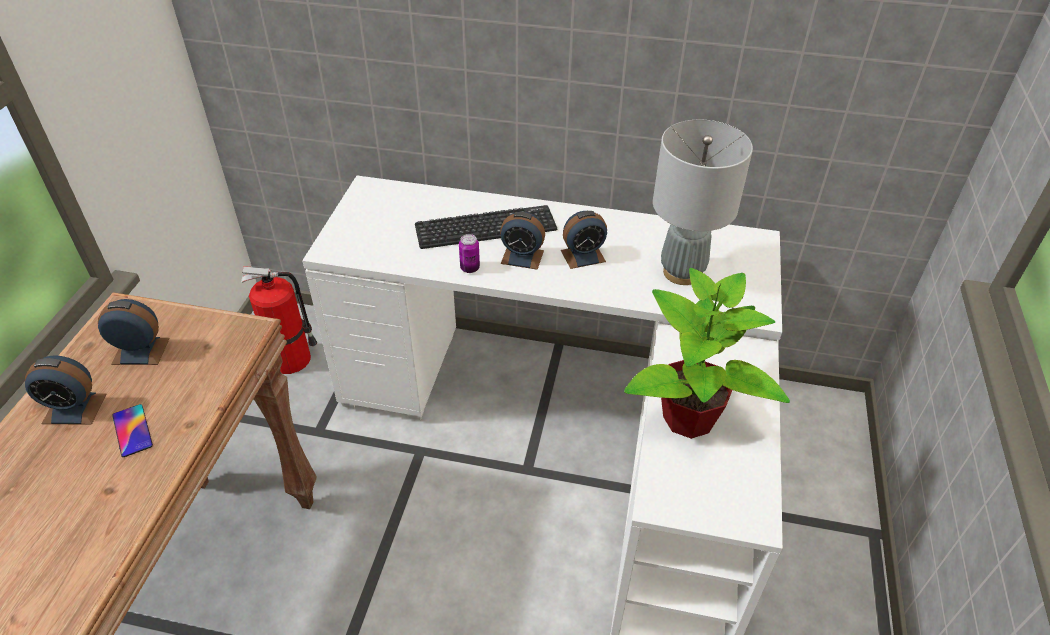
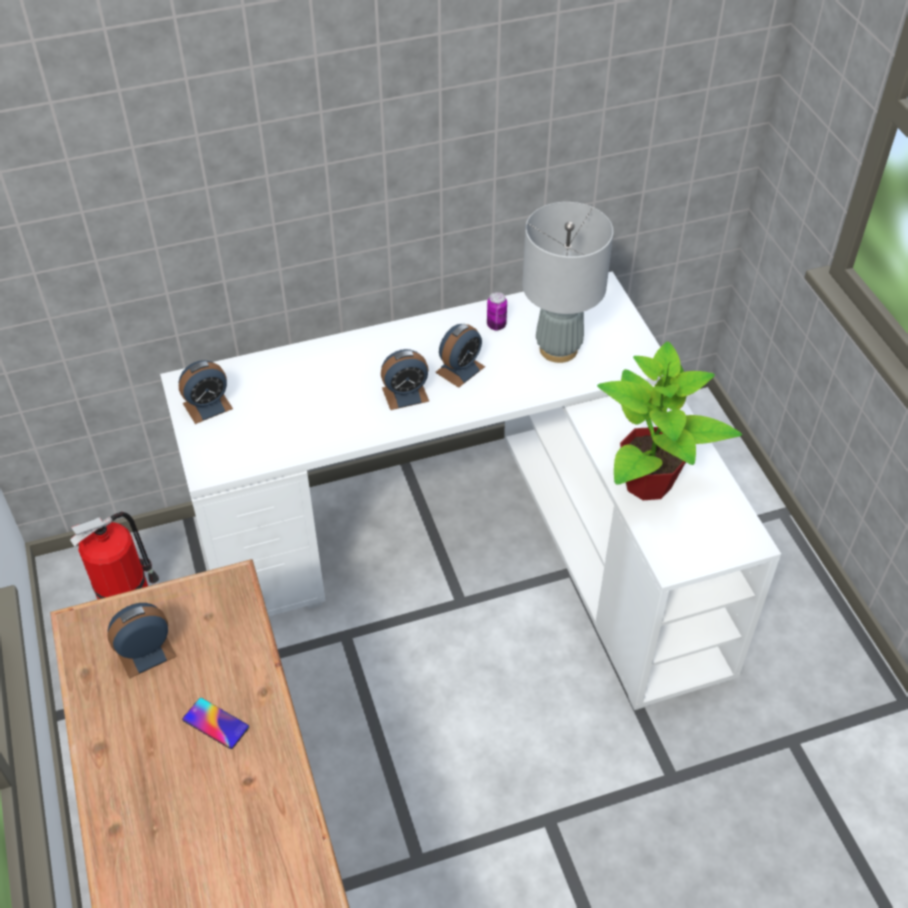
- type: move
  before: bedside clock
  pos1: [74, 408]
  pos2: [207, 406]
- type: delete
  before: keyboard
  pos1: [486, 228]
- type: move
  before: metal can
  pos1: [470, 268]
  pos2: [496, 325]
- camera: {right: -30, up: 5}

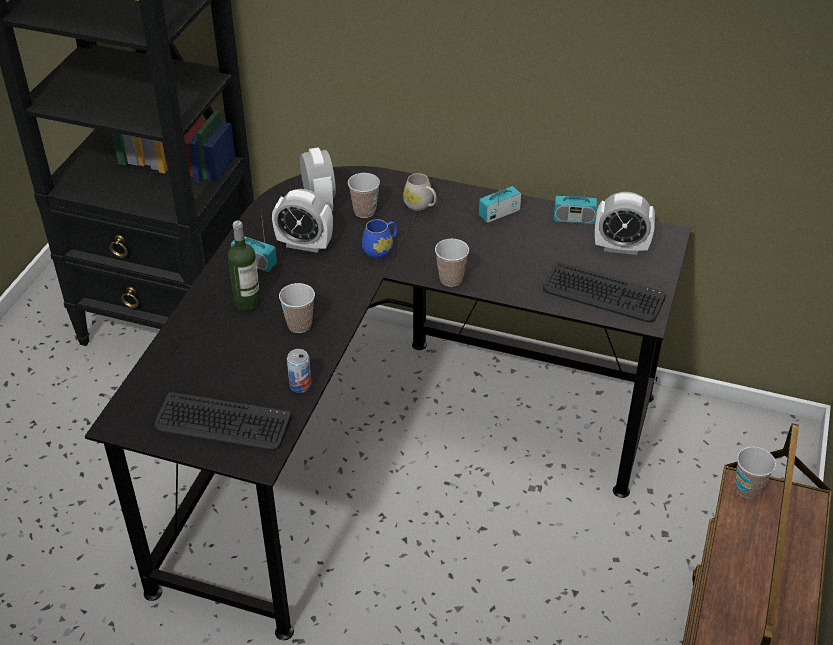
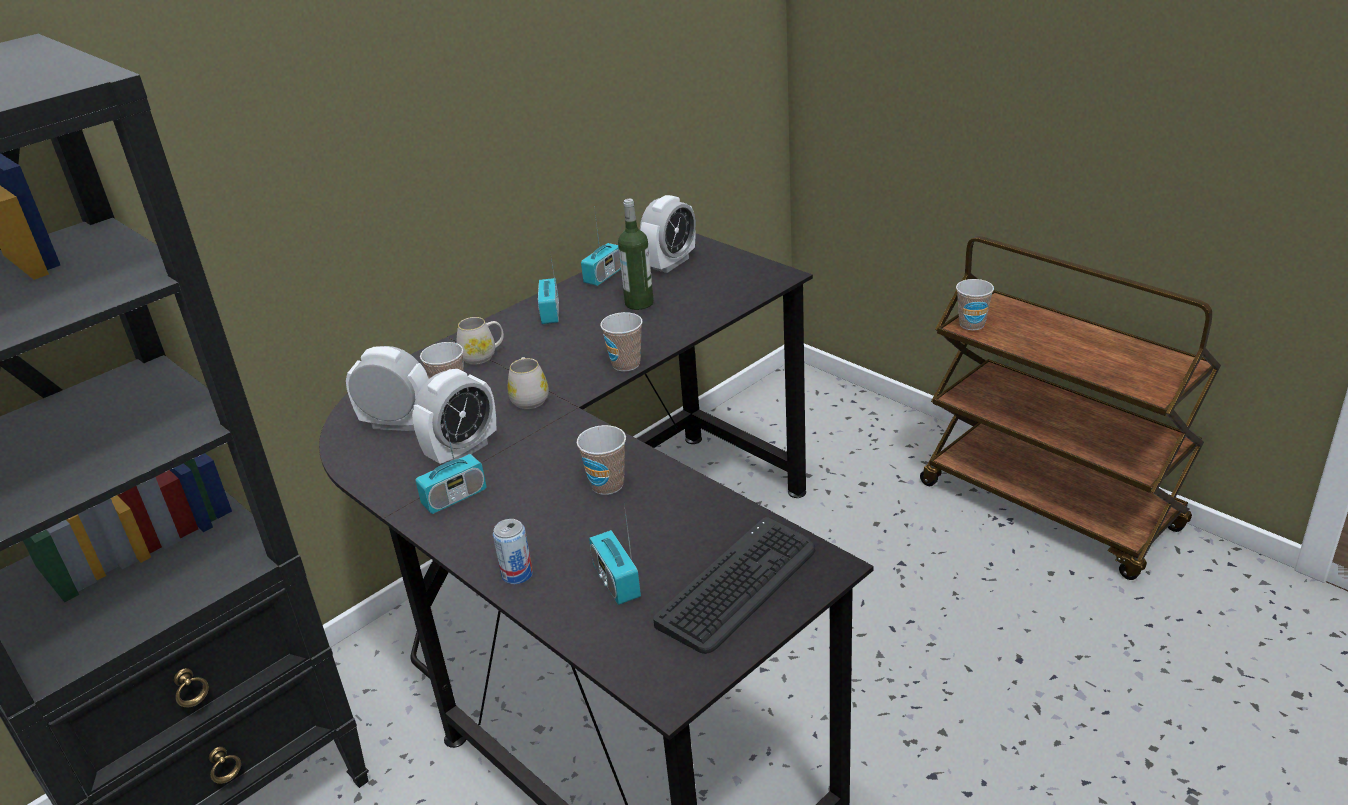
- type: move
  before: beverage bottle
  pos1: [247, 302]
  pos2: [639, 303]
- type: move
  before: metal can
  pos1: [300, 385]
  pos2: [517, 574]
- type: recolor
  before: bluish coffee mug
  after: white-coloured coffee mug
  pos1: [381, 249]
  pos2: [529, 398]
- type: delete
  before: keyboard
  pos1: [603, 294]
- type: insert
  after: radio set
  pos2: [616, 582]
- camera: {right: -60, up: -10}

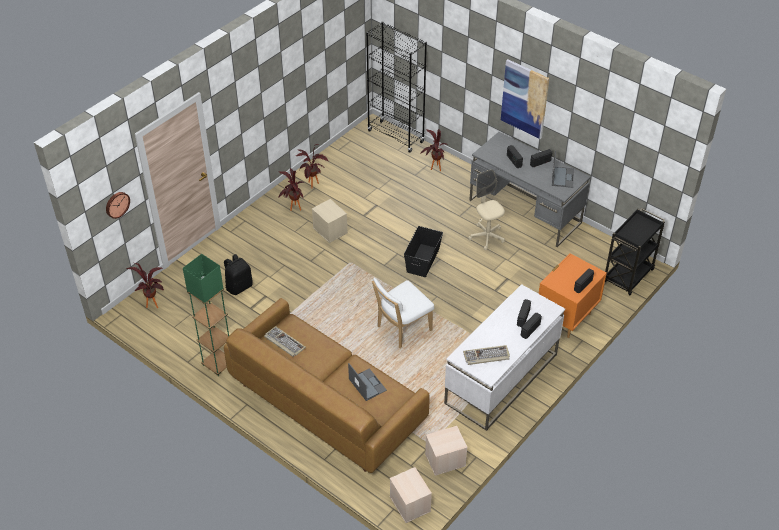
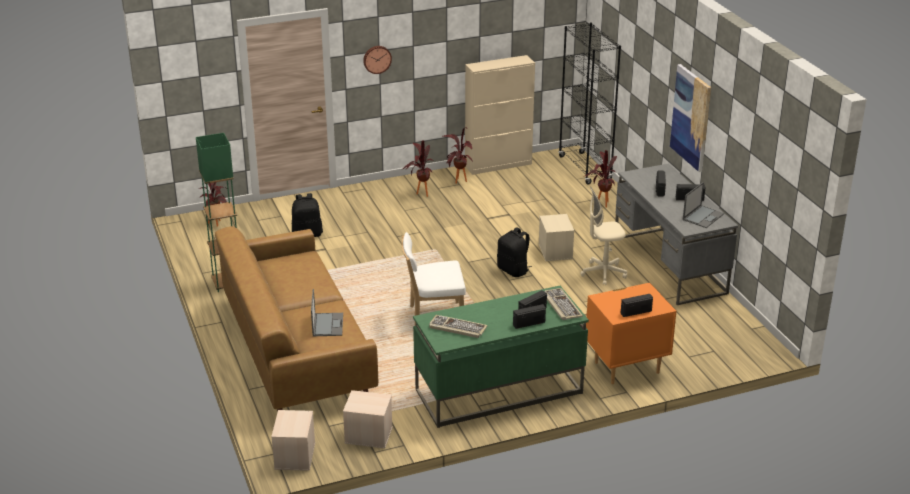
- type: move
  before: clock on the wall
  pos1: [117, 204]
  pos2: [377, 59]
- type: move
  before: keyboard
  pos1: [284, 342]
  pos2: [561, 305]
- type: move
  before: beige storage container
  pos1: [330, 230]
  pos2: [556, 251]
- type: replace
  before: black-coloured storage container
  after: black-coloured rucksack
  pos1: [423, 260]
  pos2: [513, 270]
- type: recolor
  before: white-coloured desk
  after: green-coloured desk
  pos1: [501, 379]
  pos2: [498, 392]
- type: rotate
  before: beige office chair
  pos1: [486, 237]
  pos2: [603, 273]
  turn: -105
- type: delete
  before: black-coloured wheeled cart
  pos1: [628, 276]
- type: insert
  after: beige storage cabinet
  pos2: [498, 165]
- camera: {right: 30, up: -15}

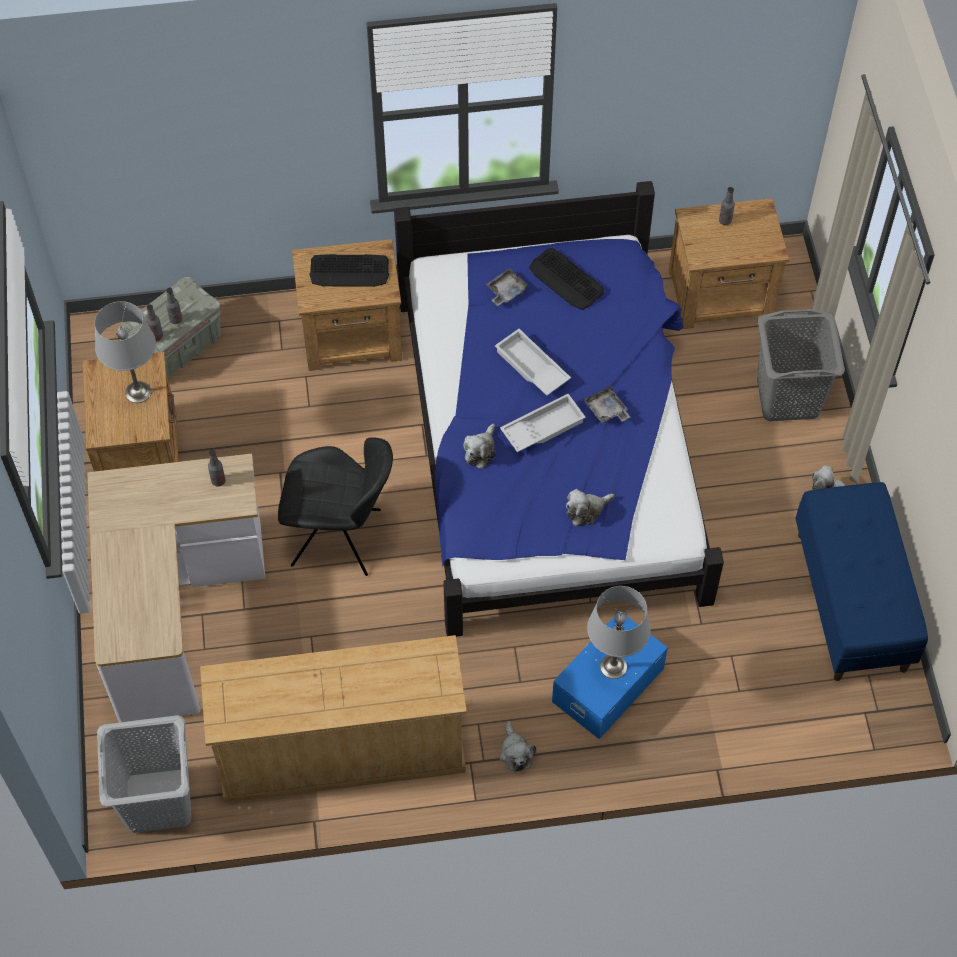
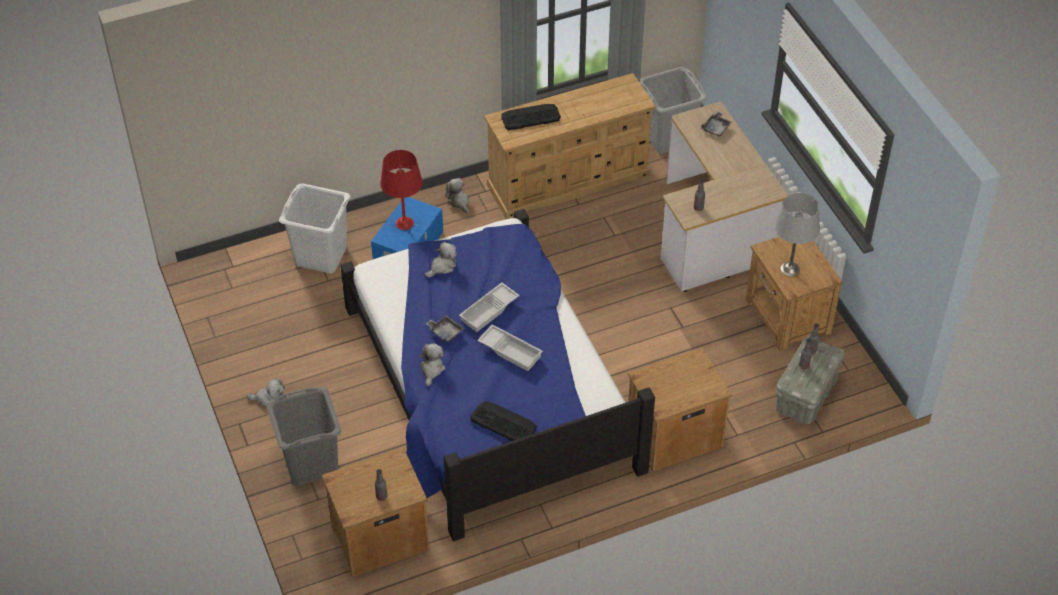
- type: delete
  before: black-coloured chair
  pos1: [340, 538]
- type: move
  before: keyboard
  pos1: [349, 271]
  pos2: [530, 117]
- type: move
  before: soft toy
  pos1: [480, 451]
  pos2: [432, 369]
- type: move
  before: gray carrying tray
  pos1: [506, 291]
  pos2: [716, 128]
- type: recolor
  before: gray table lamp
  after: red table lamp
  pos1: [613, 667]
  pos2: [404, 223]
- type: delete
  before: bluish bench
  pos1: [852, 601]
- type: insert
  after: white-coloured laundry basket
  pos2: [321, 255]
- camera: {right: 165, up: -10}

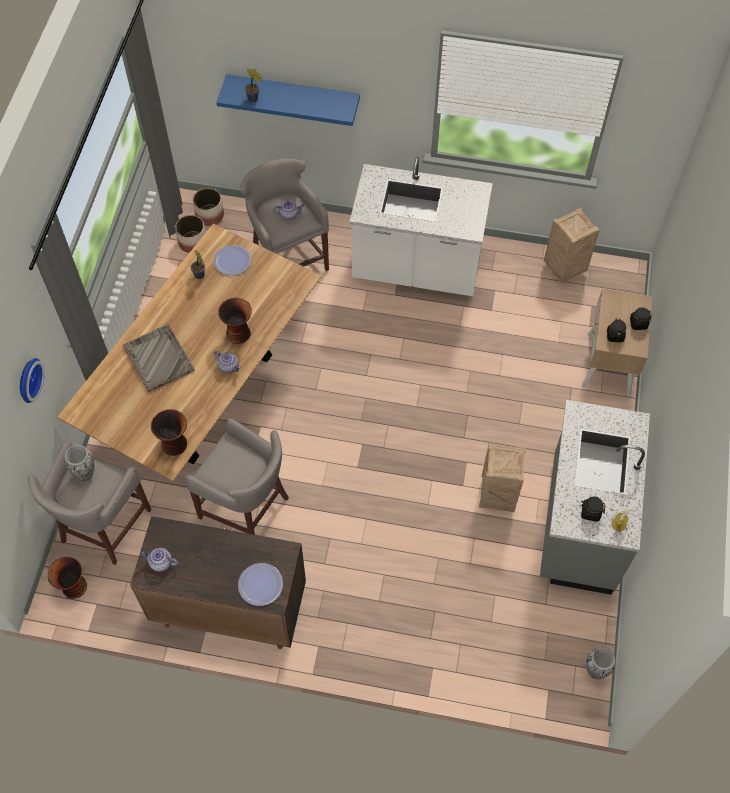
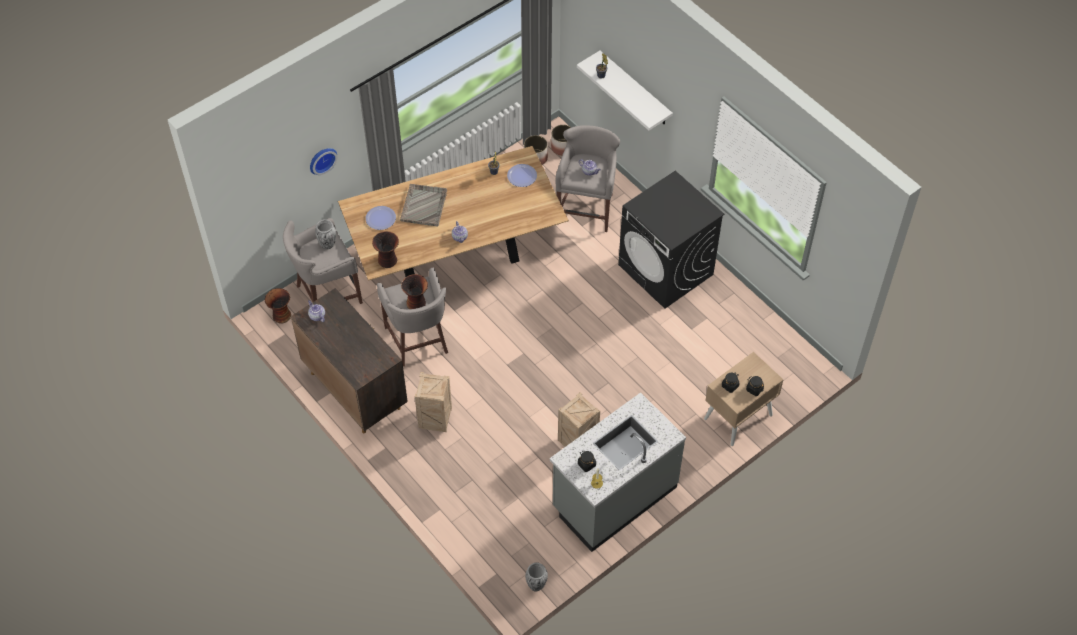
- type: recolor
  before: bluish wall shelf
  after: white-coloured wall shelf
  pos1: [293, 95]
  pos2: [635, 89]
- type: move
  before: flower vase
  pos1: [239, 333]
  pos2: [417, 303]
- type: move
  before: plate
  pos1: [260, 585]
  pos2: [380, 218]
- type: replace
  before: white-coloured kitchen counter
  after: black-coloured laundry machine
  pos1: [416, 270]
  pos2: [666, 270]
- type: move
  before: shipping crate
  pos1: [565, 269]
  pos2: [435, 421]
- camera: {right: 40, up: -5}

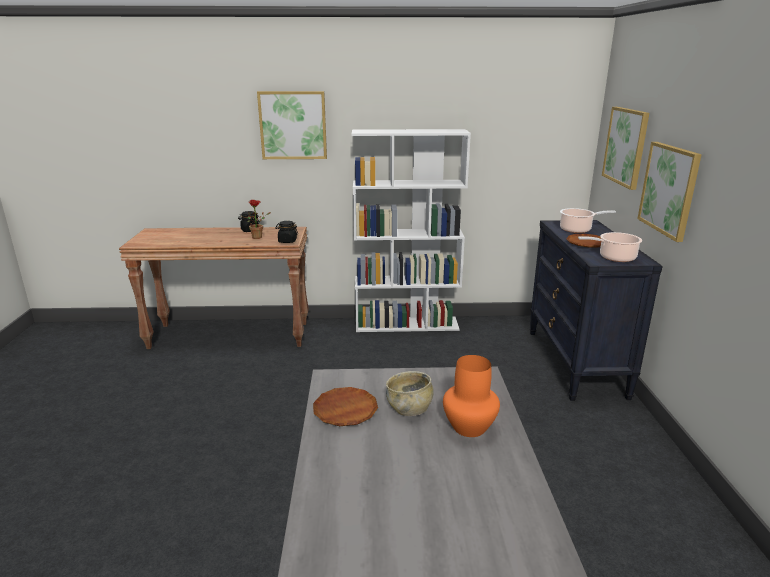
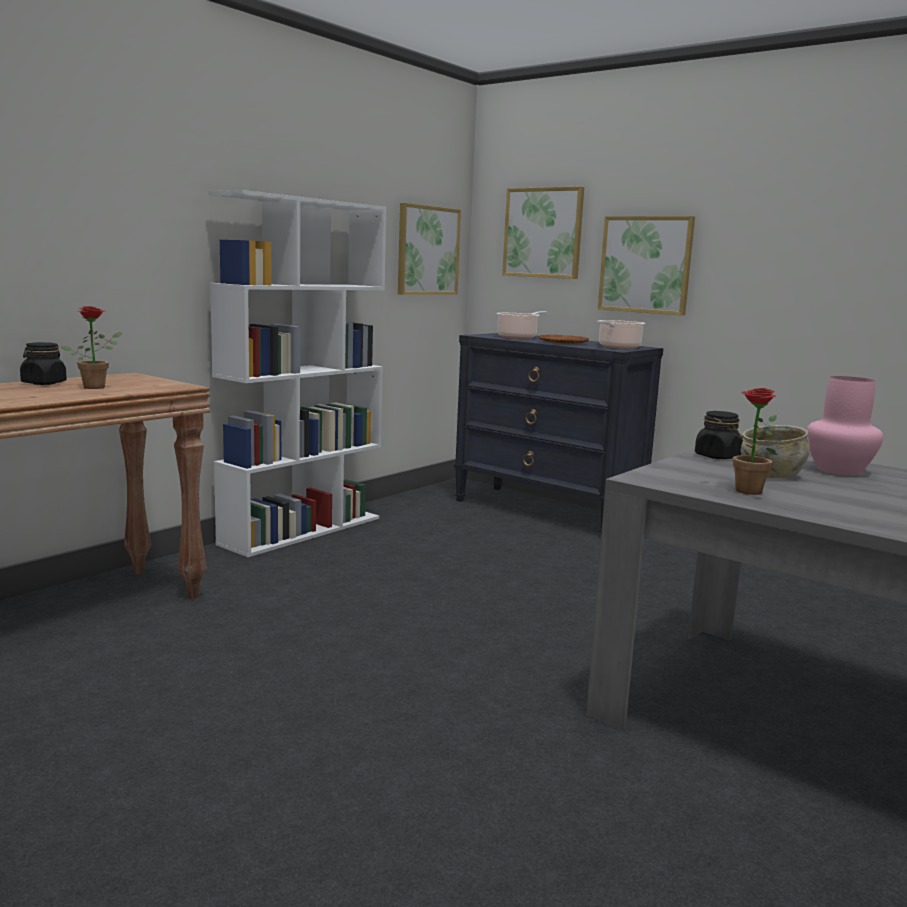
- type: move
  before: wall picture
  pos1: [293, 125]
  pos2: [427, 250]
- type: move
  before: black-coloured jar
  pos1: [287, 241]
  pos2: [717, 456]
- type: replace
  before: brownish plate
  after: plant in a pot
  pos1: [345, 410]
  pos2: [742, 490]
- type: recolor
  before: orange flower vase
  after: pinkish flower vase
  pos1: [468, 427]
  pos2: [837, 470]
- camera: {right: -50, up: -10}

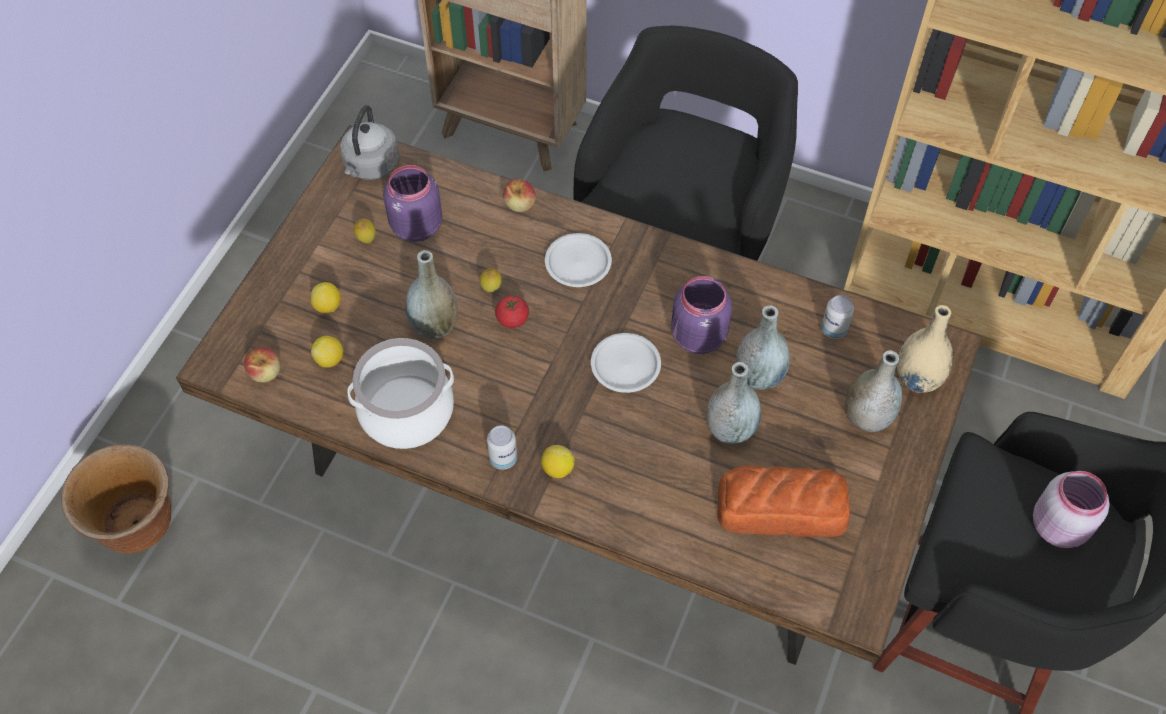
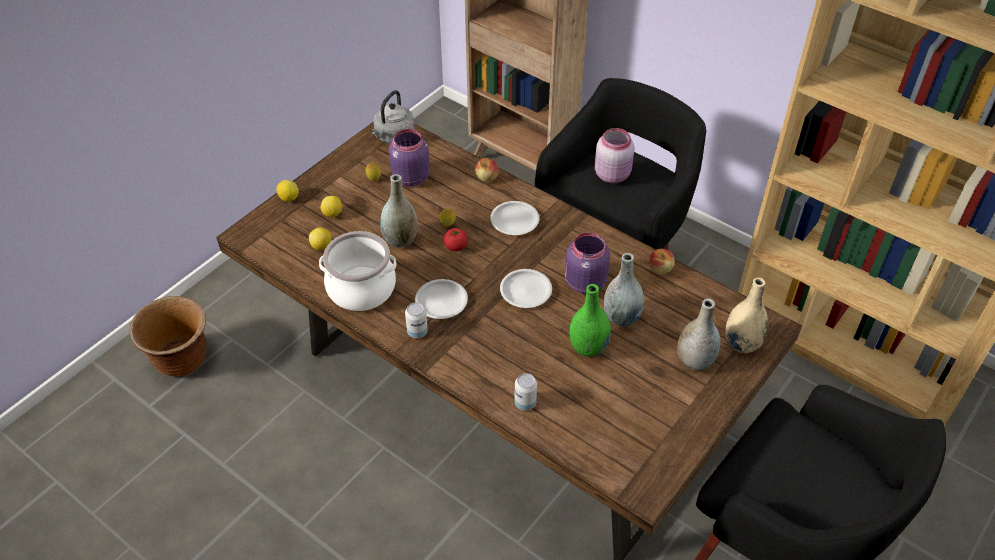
- type: move
  before: apple
  pos1: [266, 373]
  pos2: [660, 269]
- type: move
  before: whole lemon
  pos1: [557, 469]
  pos2: [289, 198]
- type: recolor
  before: gray flower vase
  after: green-coloured flower vase
  pos1: [730, 430]
  pos2: [588, 348]
- type: delete
  before: bakery bread
  pos1: [783, 508]
- type: move
  before: metal can
  pos1: [834, 330]
  pos2: [525, 403]
- type: move
  before: pinkish jar
  pos1: [1059, 524]
  pos2: [613, 174]
- type: insert
  after: white-coloured plate
  pos2: [441, 301]
- camera: {right: 15, up: -10}

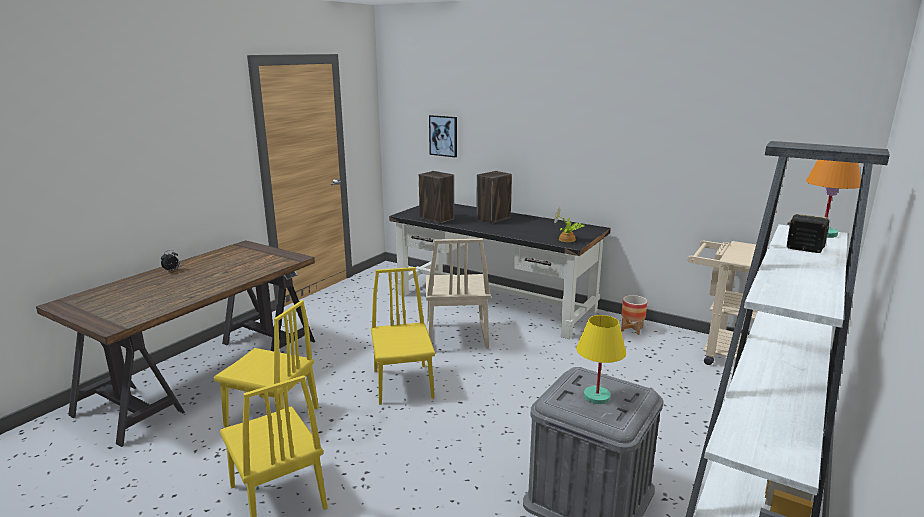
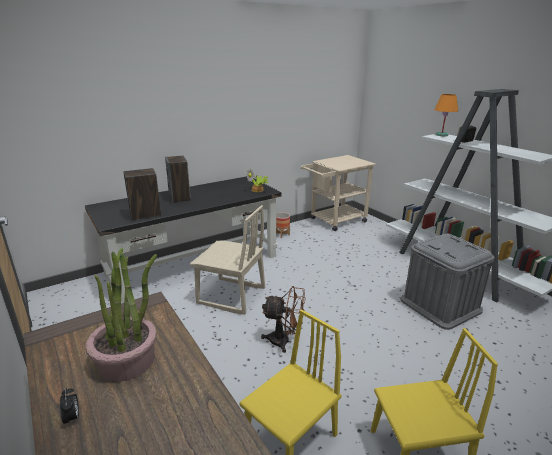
- type: replace
  before: yellow chair
  after: brownish electric fan
  pos1: [403, 384]
  pos2: [285, 341]
- type: delete
  before: wall picture
  pos1: [443, 136]
- type: delete
  before: yellow table lamp
  pos1: [596, 396]
- type: insert
  after: plant in a pot
  pos2: [127, 361]
- camera: {right: -65, up: 5}

